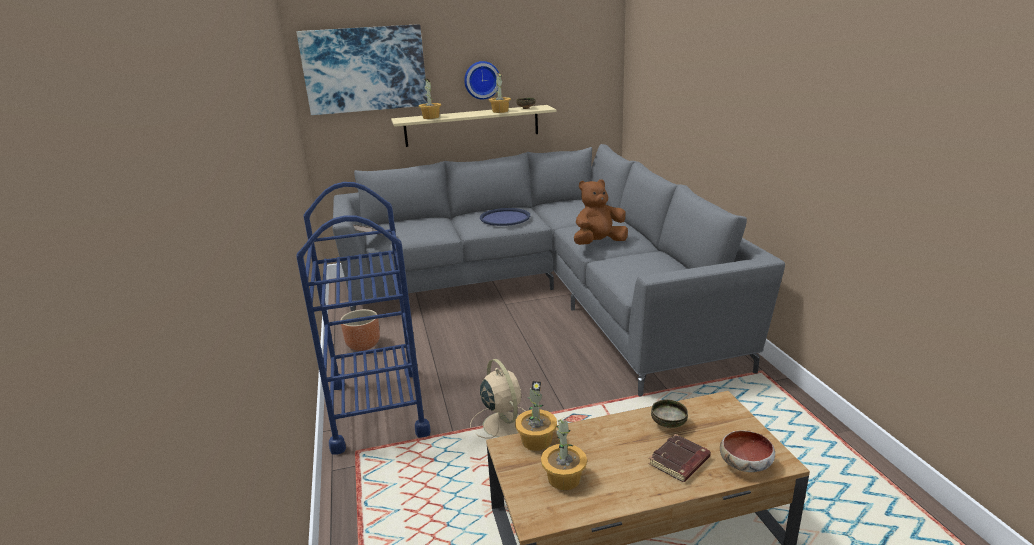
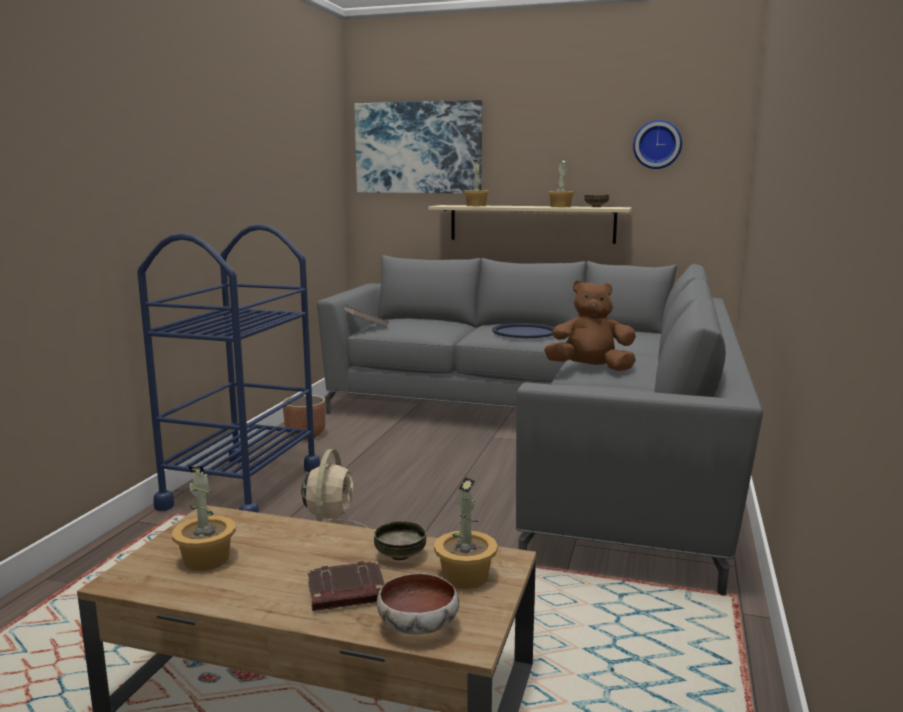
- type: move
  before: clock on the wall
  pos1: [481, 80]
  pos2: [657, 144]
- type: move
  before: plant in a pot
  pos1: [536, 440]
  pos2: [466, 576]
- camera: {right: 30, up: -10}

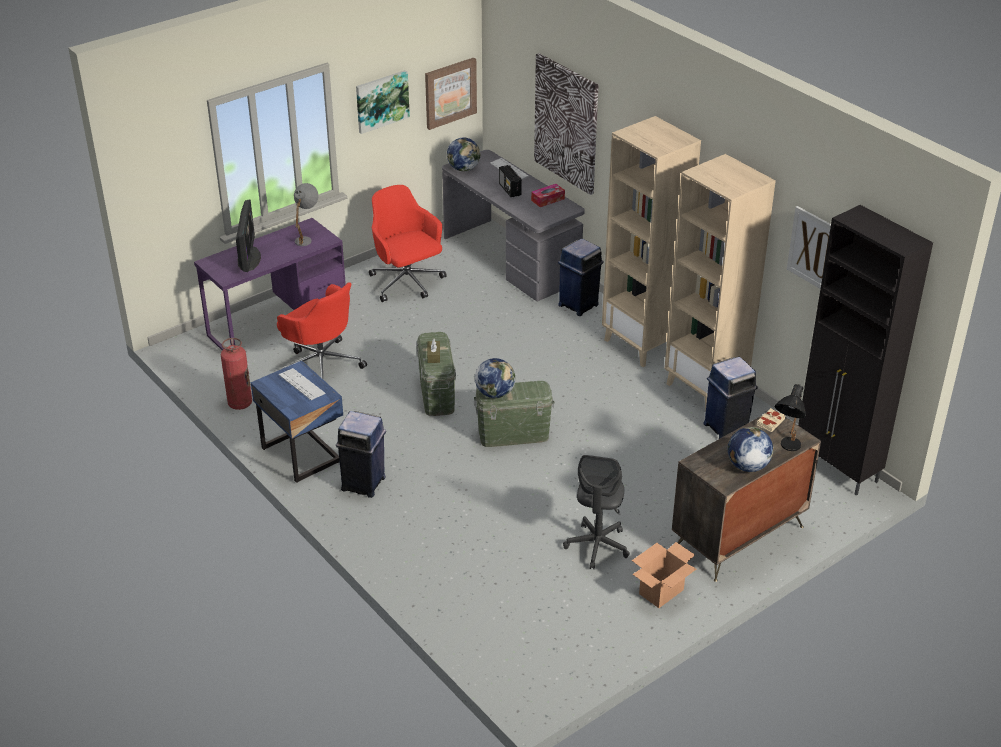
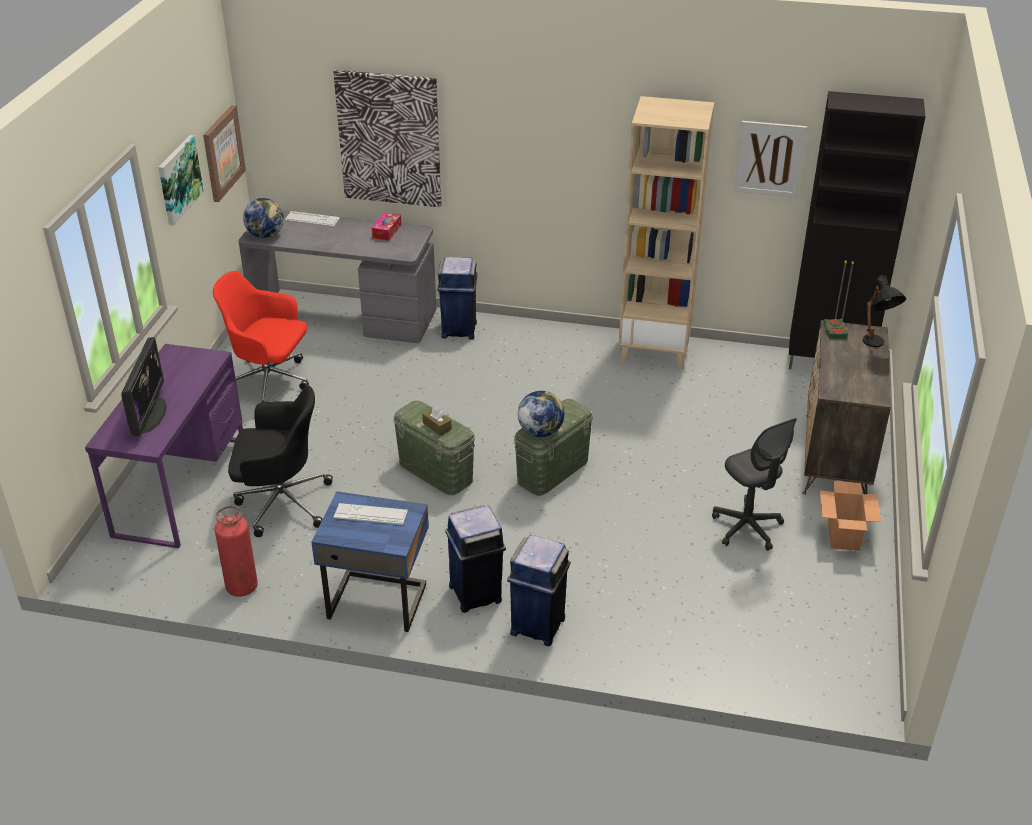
- type: rotate
  before: computer display
  pos1: [248, 258]
  pos2: [149, 415]
  turn: 45
- type: recolor
  before: red office chair
  after: black-coloured office chair
  pos1: [321, 364]
  pos2: [281, 502]
- type: delete
  before: gray table lamp
  pos1: [306, 238]
- type: delete
  before: radio set
  pos1: [510, 190]
- type: delete
  before: beige bookcase
  pos1: [641, 345]
- type: move
  before: bluish waste bin
  pos1: [726, 428]
  pos2: [538, 625]
- type: delete
  before: desk globe
  pos1: [747, 466]
- type: recolor
  before: beige book
  after: green-coloured book
  pos1: [770, 422]
  pos2: [834, 331]
- camera: {right: -40, up: 0}

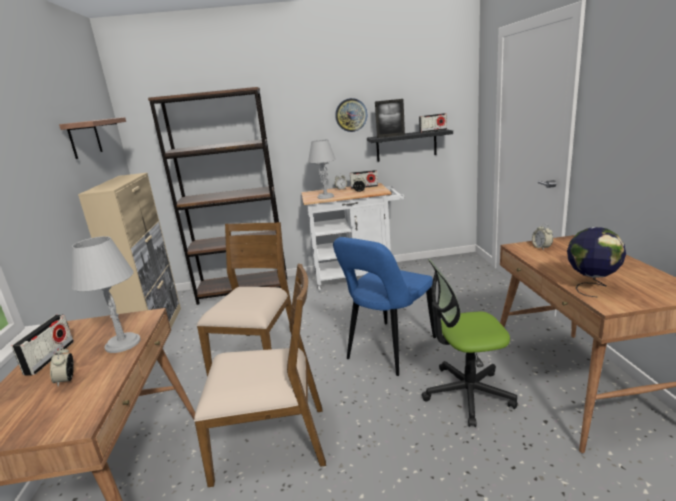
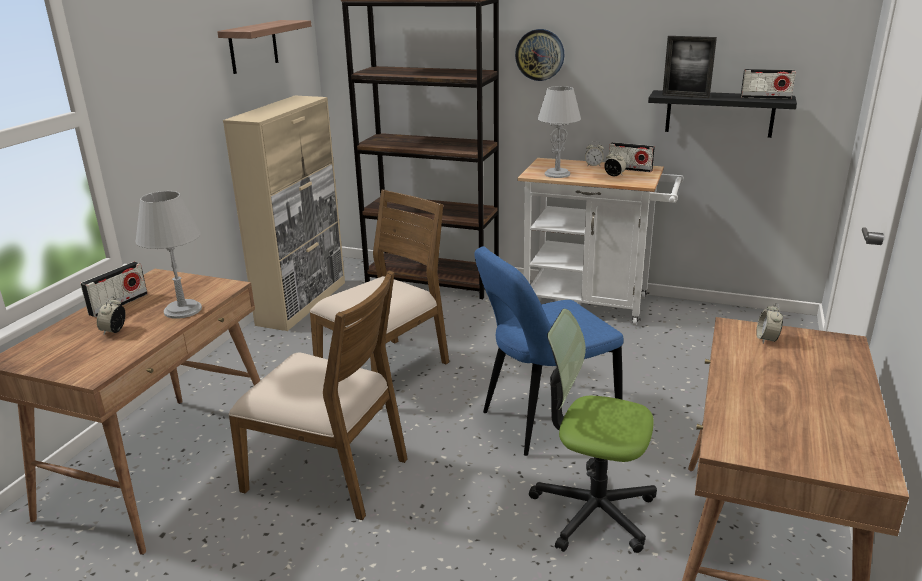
- type: move
  before: clock on the wall
  pos1: [351, 115]
  pos2: [540, 55]
- type: delete
  before: desk globe
  pos1: [591, 287]
- camera: {right: 25, up: 5}

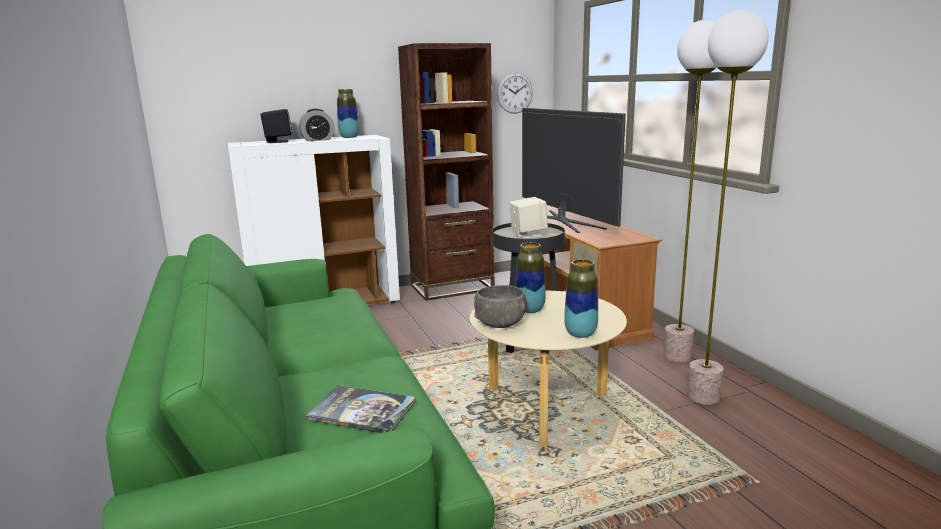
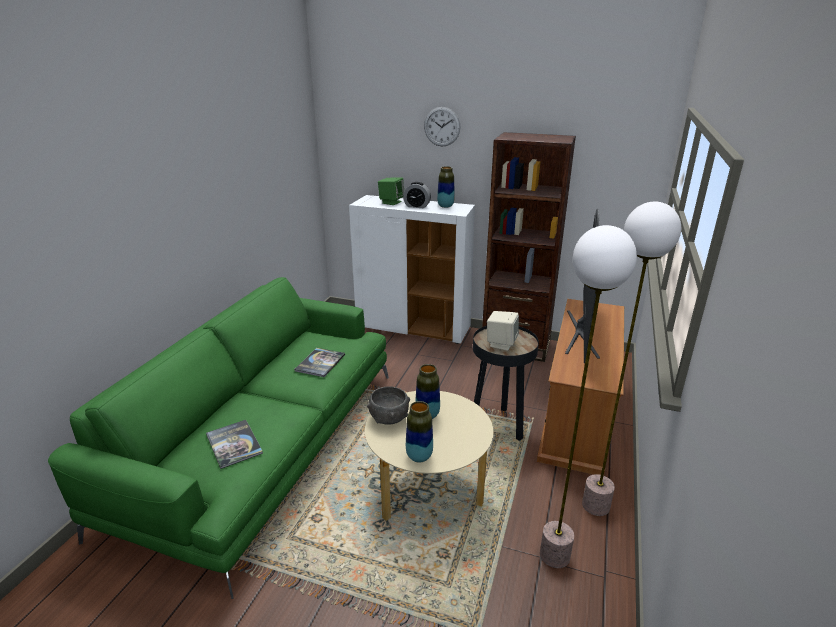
- type: recolor
  before: black-coloured loudspeaker
  after: green-coloured loudspeaker
  pos1: [278, 141]
  pos2: [391, 202]
- type: move
  before: clock on the wall
  pos1: [514, 93]
  pos2: [442, 126]
- type: insert
  after: book
  pos2: [320, 363]
- camera: {right: 40, up: 10}

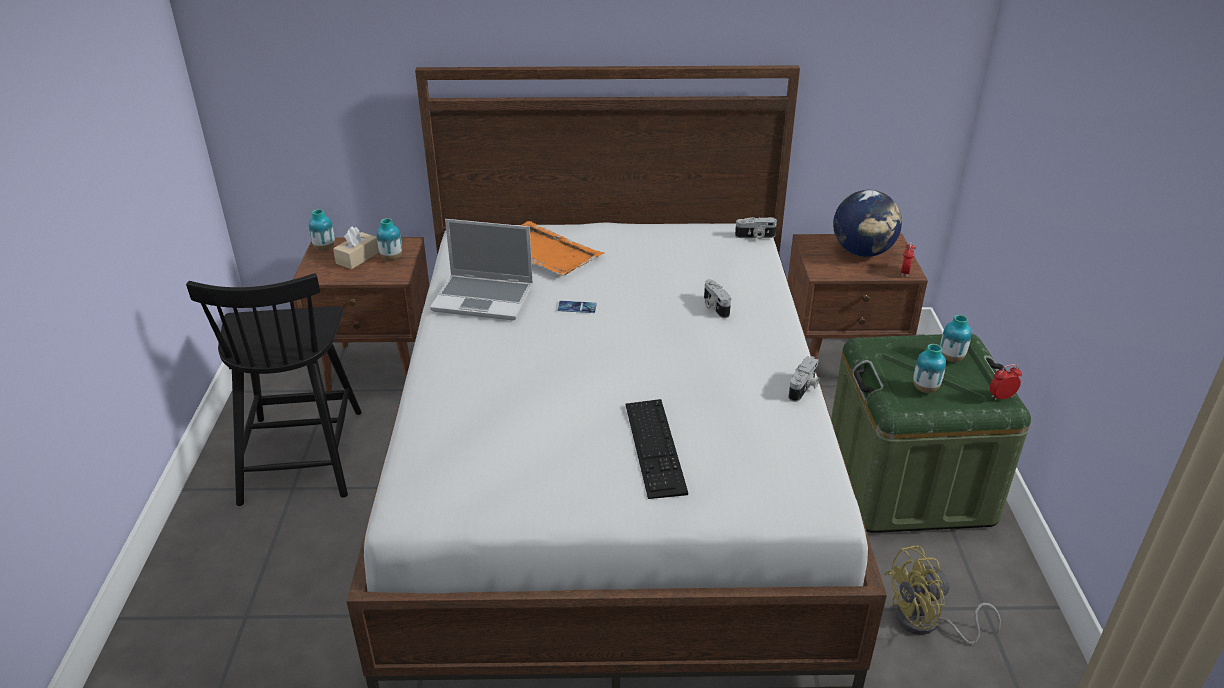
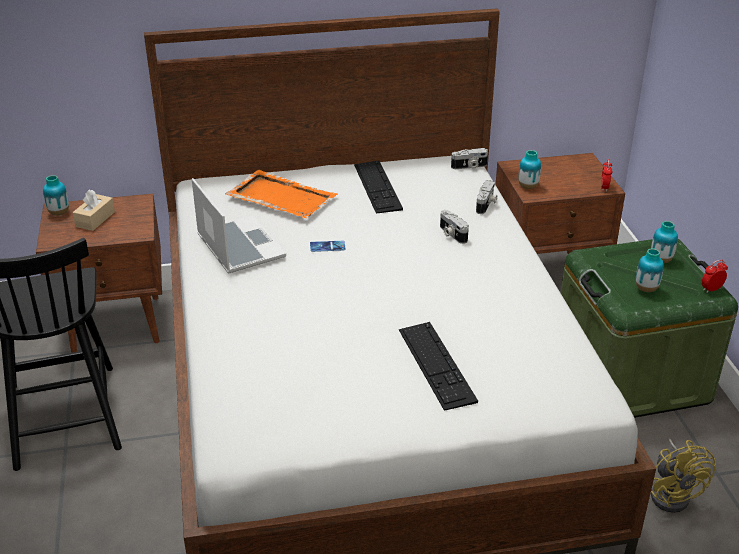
- type: move
  before: flower vase
  pos1: [391, 258]
  pos2: [528, 187]
- type: rotate
  before: portable computer
  pos1: [485, 298]
  pos2: [238, 246]
  turn: -120
- type: move
  before: still camera
  pos1: [804, 388]
  pos2: [486, 204]
- type: delete
  before: desk globe
  pos1: [862, 252]
- type: rotate
  before: yellow electric fan
  pos1: [926, 623]
  pos2: [672, 493]
  turn: -75
- type: insert
  after: keyboard
  pos2: [377, 186]
- camera: {right: -10, up: 0}

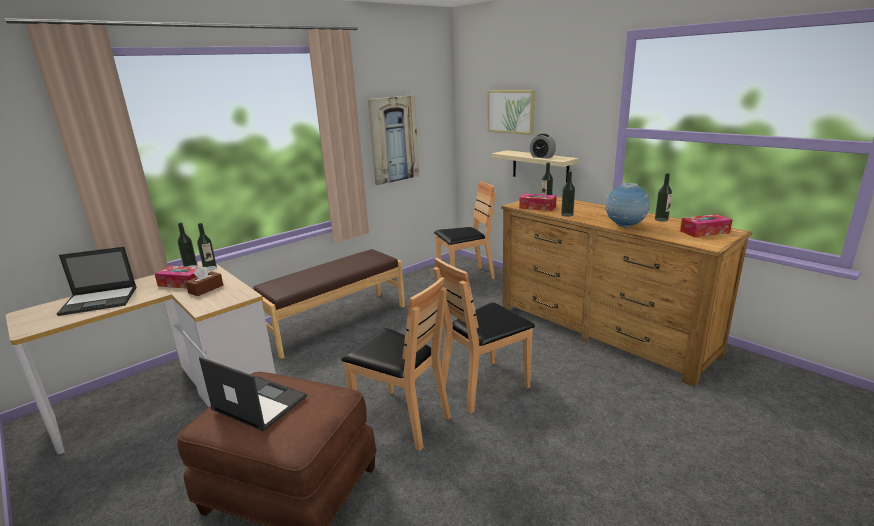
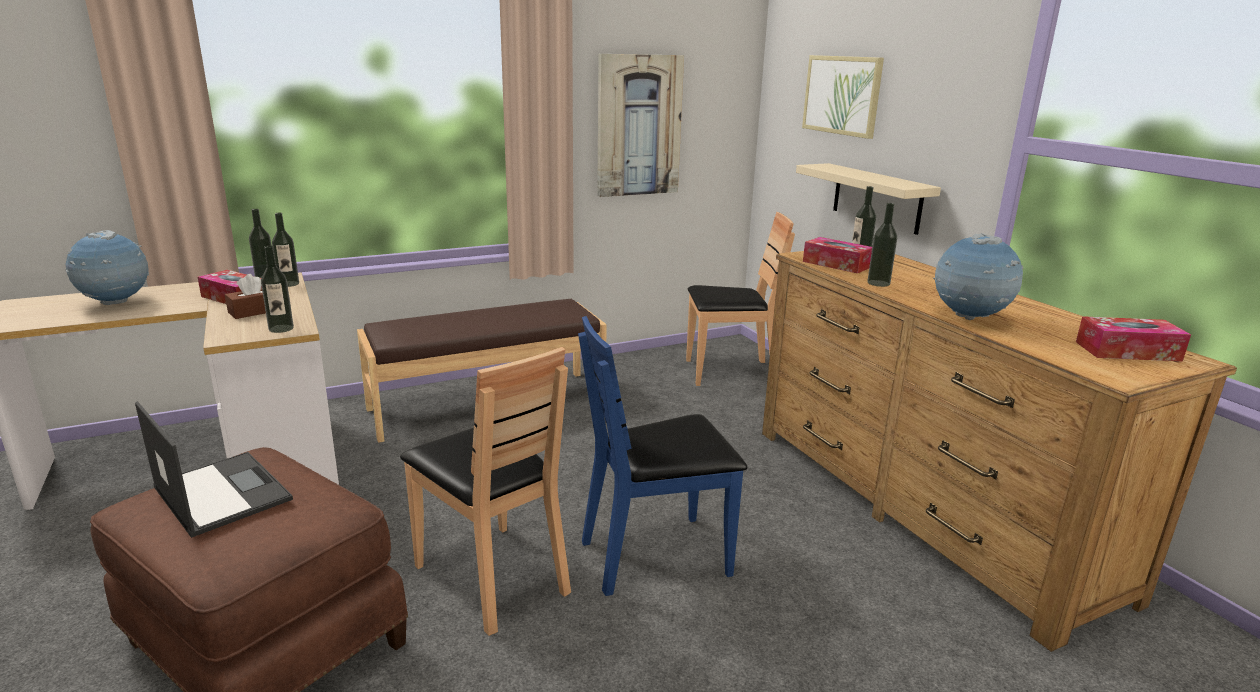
- type: replace
  before: portable computer
  after: desk globe
  pos1: [100, 300]
  pos2: [116, 303]
- type: recolor
  before: brownish chair
  after: bluish chair
  pos1: [484, 386]
  pos2: [656, 556]
- type: delete
  before: bedside clock
  pos1: [542, 157]
- type: move
  before: beverage bottle
  pos1: [661, 219]
  pos2: [281, 328]
- camera: {right: 15, up: 0}

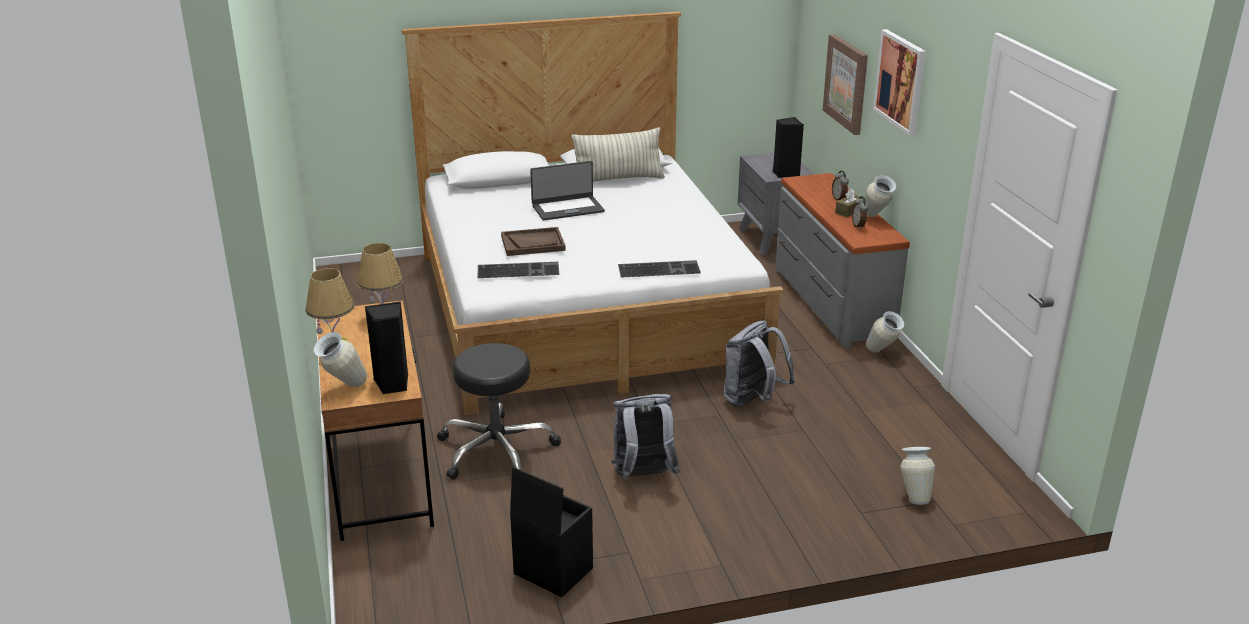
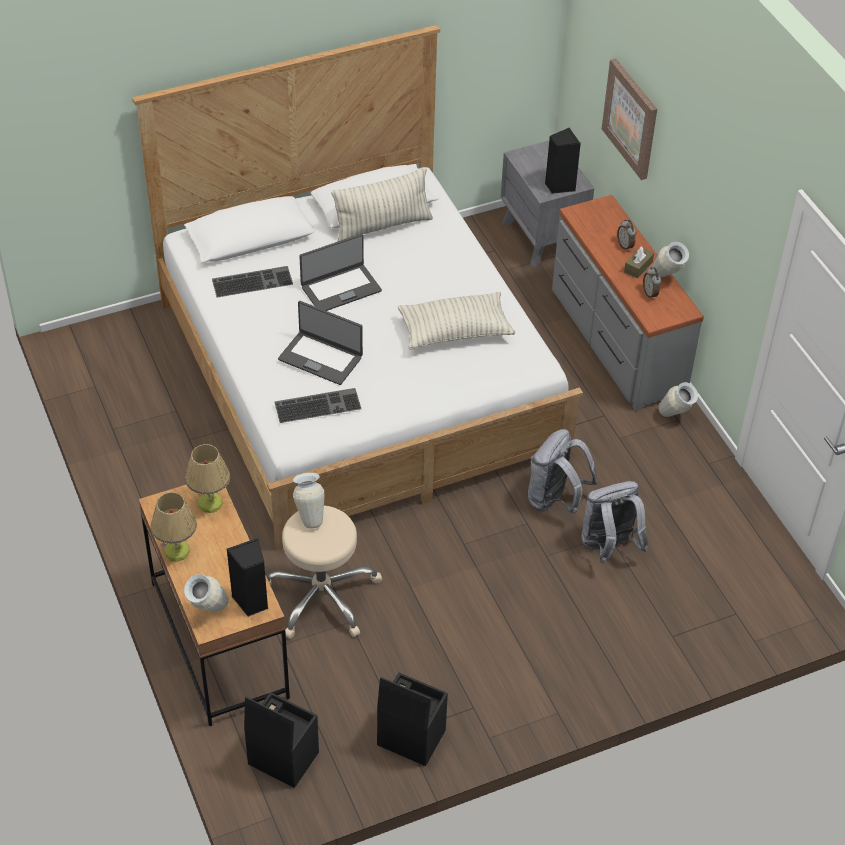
- type: recolor
  before: black-coloured stool seat
  after: beige stool seat
  pos1: [495, 450]
  pos2: [321, 595]
- type: replace
  before: brownish carrying tray
  after: portable computer
  pos1: [533, 243]
  pos2: [321, 357]
- type: move
  before: gray rucksack
  pos1: [643, 476]
  pos2: [609, 547]
- type: move
  before: keyboard
  pos1: [659, 268]
  pos2: [253, 281]
- type: delete
  before: wall picture
  pos1: [901, 81]
- type: move
  before: flower vase
  pos1: [914, 496]
  pos2: [310, 515]
- type: insert
  after: black-coloured storage container
  pos2: [281, 758]
- type: insert
  after: throw pillow
  pos2: [455, 331]
- camera: {right: -10, up: 20}

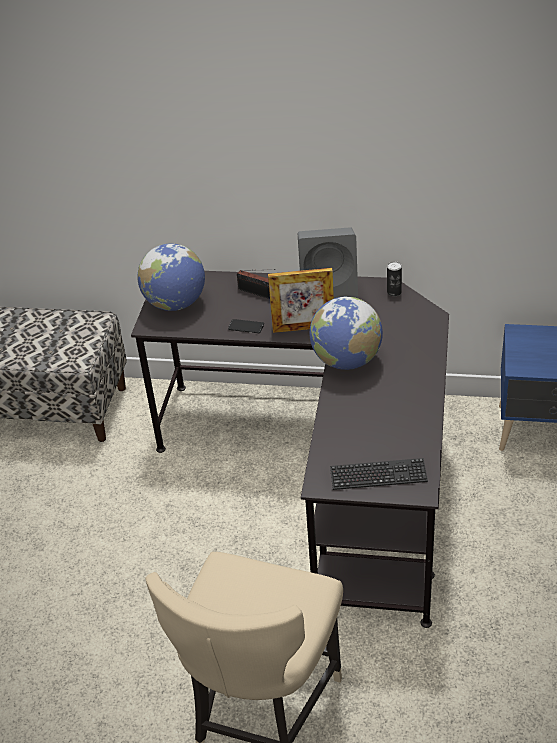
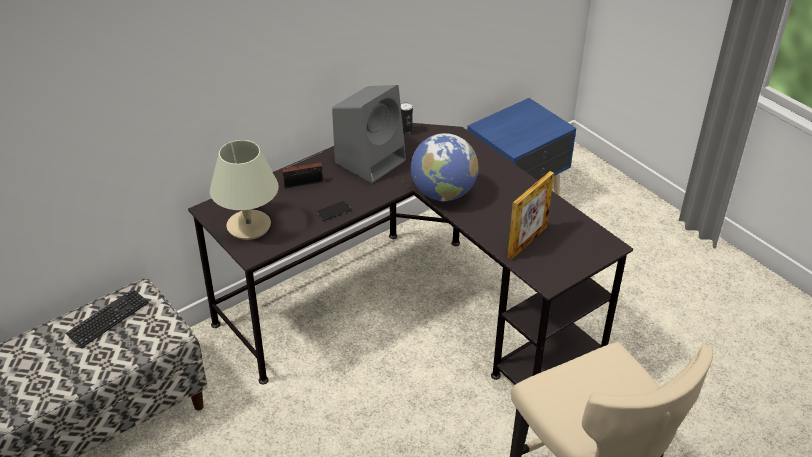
- type: replace
  before: desk globe
  after: beige table lamp
  pos1: [175, 304]
  pos2: [248, 226]
- type: move
  before: standing frame
  pos1: [303, 328]
  pos2: [527, 242]
- type: move
  before: keyboard
  pos1: [378, 475]
  pos2: [108, 319]
- camera: {right: -50, up: 0}

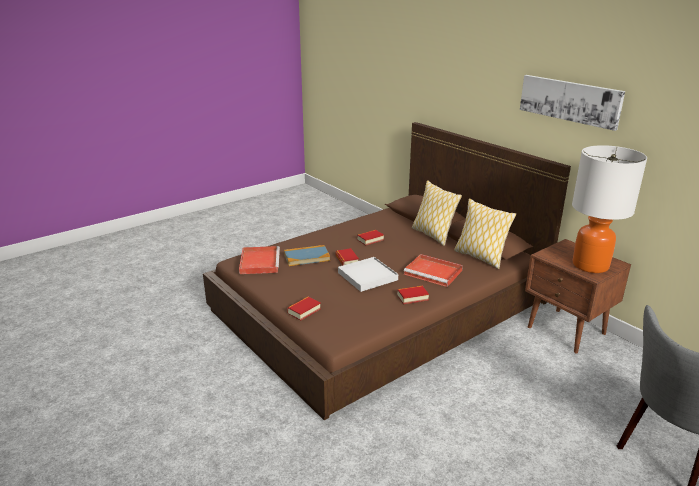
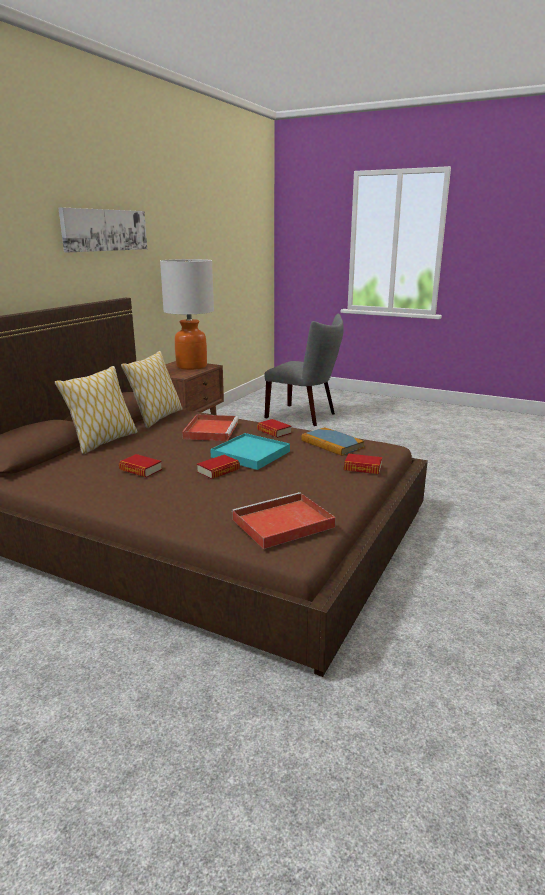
- type: move
  before: book
  pos1: [306, 257]
  pos2: [332, 444]
- type: recolor
  before: white-coloured carrying tray
  after: turquoise carrying tray
  pos1: [367, 276]
  pos2: [251, 454]
- camera: {right: -115, up: -5}

